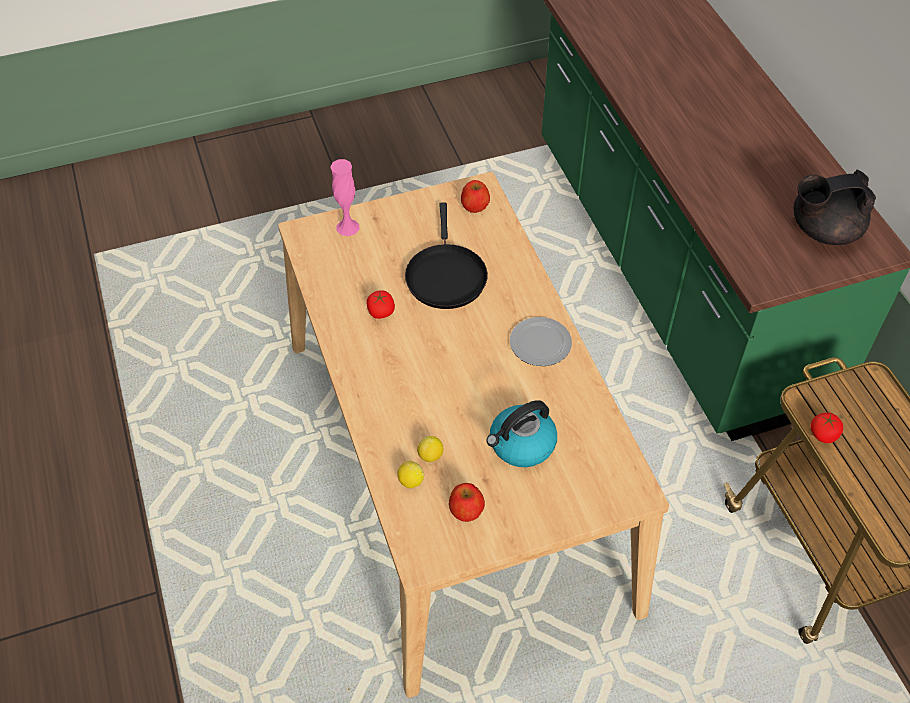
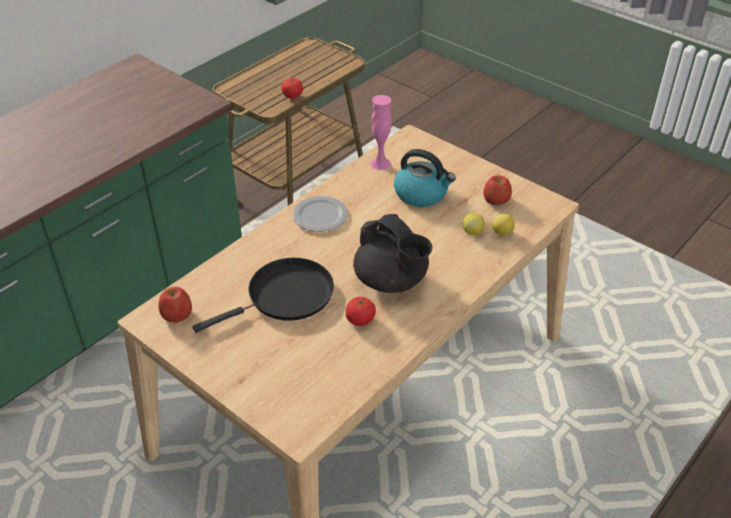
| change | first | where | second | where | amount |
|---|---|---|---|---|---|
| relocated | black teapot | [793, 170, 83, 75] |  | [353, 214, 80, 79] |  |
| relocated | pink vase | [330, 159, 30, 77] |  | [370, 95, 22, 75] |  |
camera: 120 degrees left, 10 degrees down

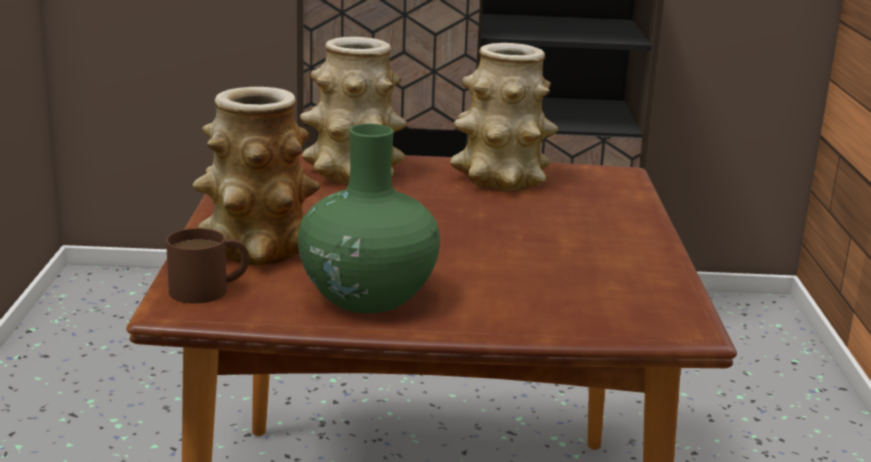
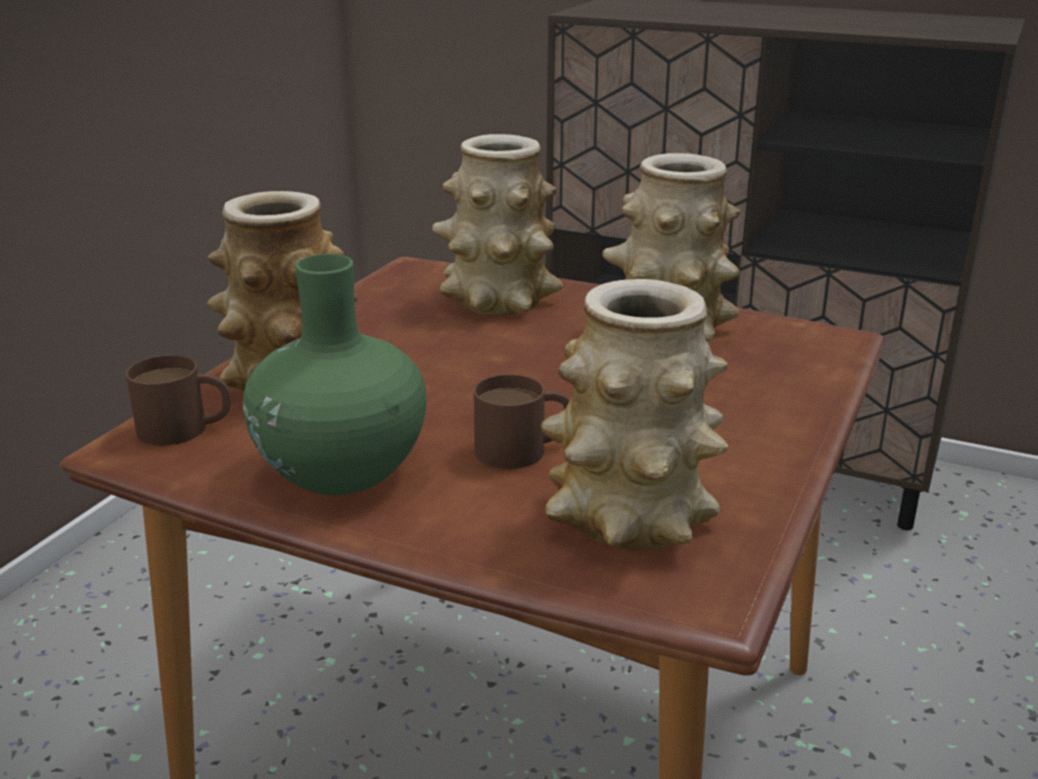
| change | first | where | second | where | amount |
|---|---|---|---|---|---|
| appeared |  |  | brown mug | [474, 374, 95, 95] |  |
| appeared |  |  | vase | [541, 279, 187, 272] |  |
camera: 25 degrees right, 5 degrees up

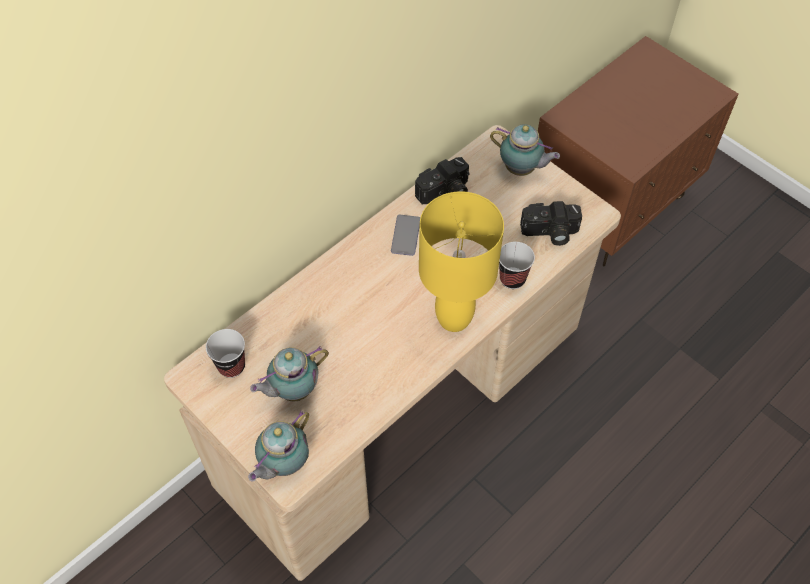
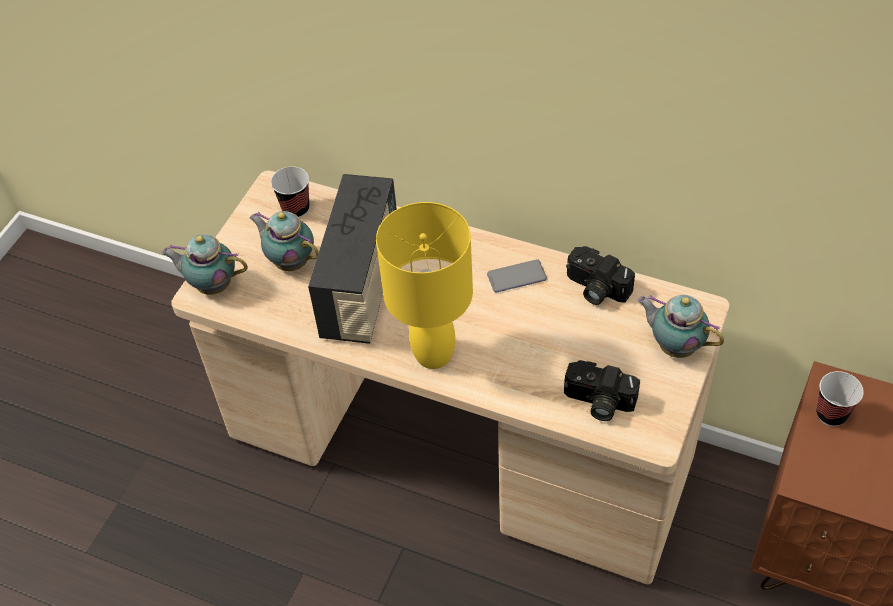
| change | first | where | second | where | amount |
|---|---|---|---|---|---|
| appeared |  |  | radio | [308, 174, 89, 170] |  |
| spun | photo camera | [520, 201, 62, 45] |  | [564, 360, 76, 61] | 45 degrees counterclockwise |
| spun | teapot | [490, 124, 70, 52] |  | [637, 295, 87, 63] | 120 degrees clockwise |
| relocated | cup | [499, 242, 36, 47] |  | [816, 371, 48, 56] |  |
camera: 70 degrees right, 5 degrees down

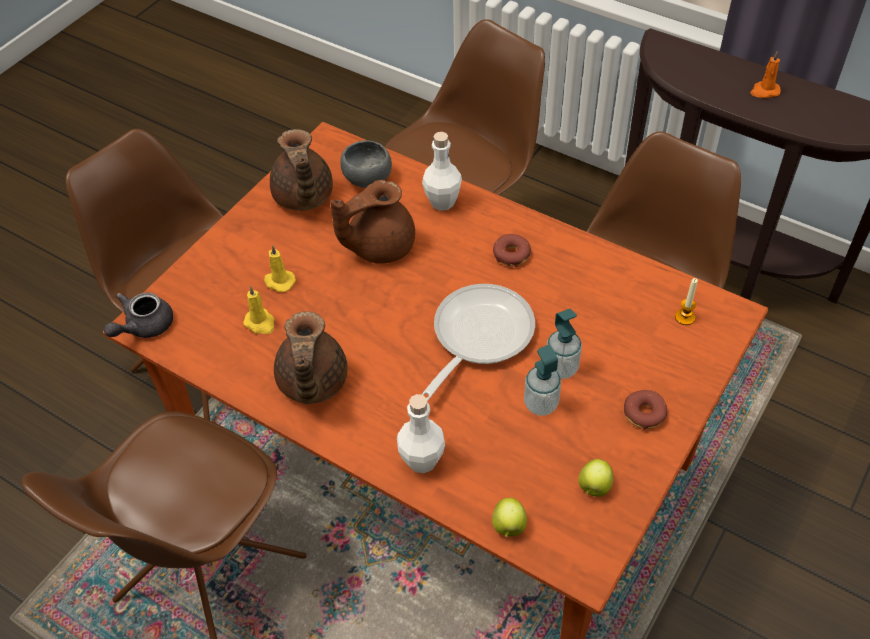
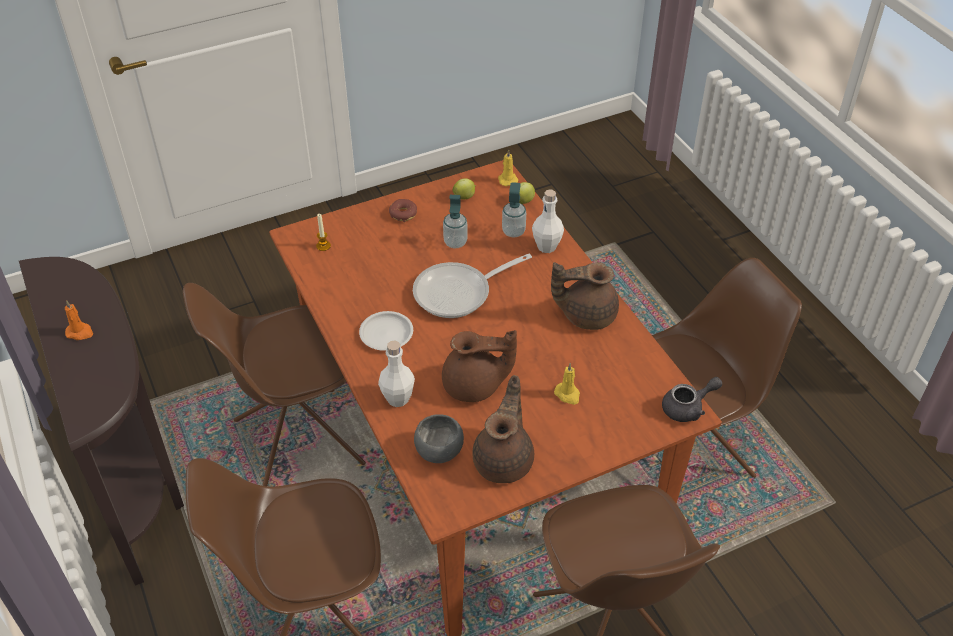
| change | first | where | second | where | amount |
|---|---|---|---|---|---|
| exchanged | donut | [493, 234, 38, 33] | white plate | [359, 311, 54, 40] |  |
| relocated | yellow candle | [243, 286, 31, 48] |  | [498, 149, 20, 37] |  |
| relocated | soap dispenser | [547, 309, 35, 70] |  | [502, 182, 24, 55] |  |
| spun | brown teapot | [274, 311, 74, 93] |  | [551, 262, 68, 68] | 120 degrees counterclockwise |
camera: 150 degrees left, 5 degrees down

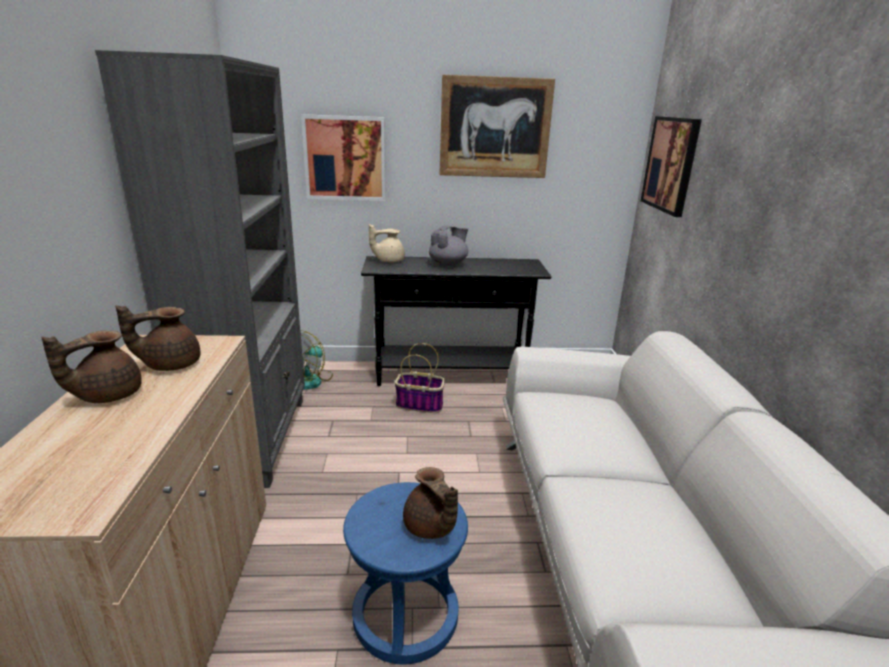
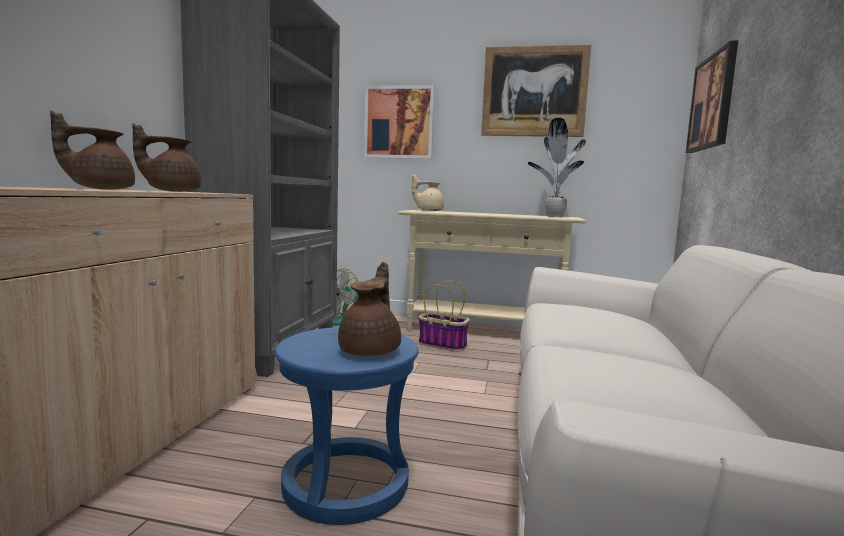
| change | first | where | second | where | amount |
|---|---|---|---|---|---|
| spun | brown teapot | [403, 467, 55, 72] |  | [338, 262, 63, 94] | 150 degrees counterclockwise |
| colour | black console table | [361, 256, 191, 130] | beige console table | [398, 210, 188, 121] |  |
| appeared |  |  | potted plant | [528, 118, 58, 99] |  |
| missing | grey teapot | [429, 226, 39, 40] |  |  |  |
camera: 15 degrees right, 15 degrees down

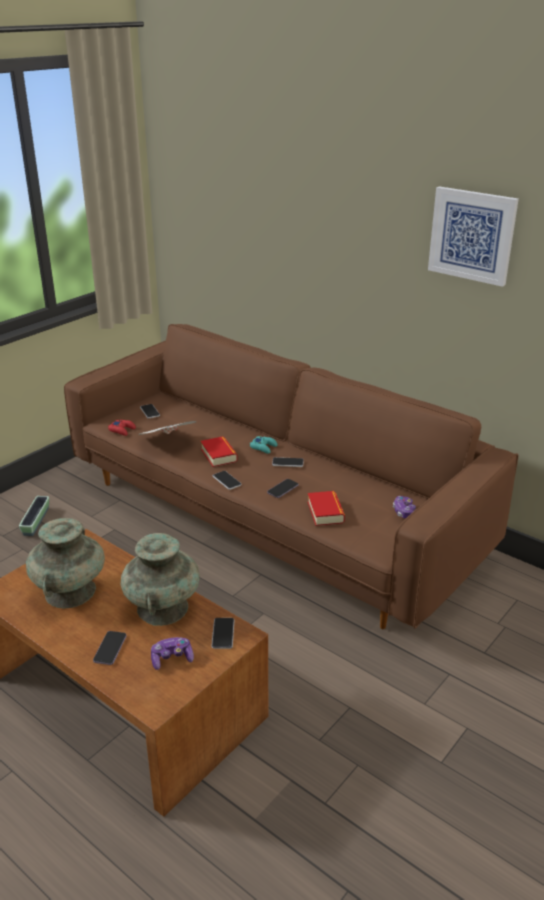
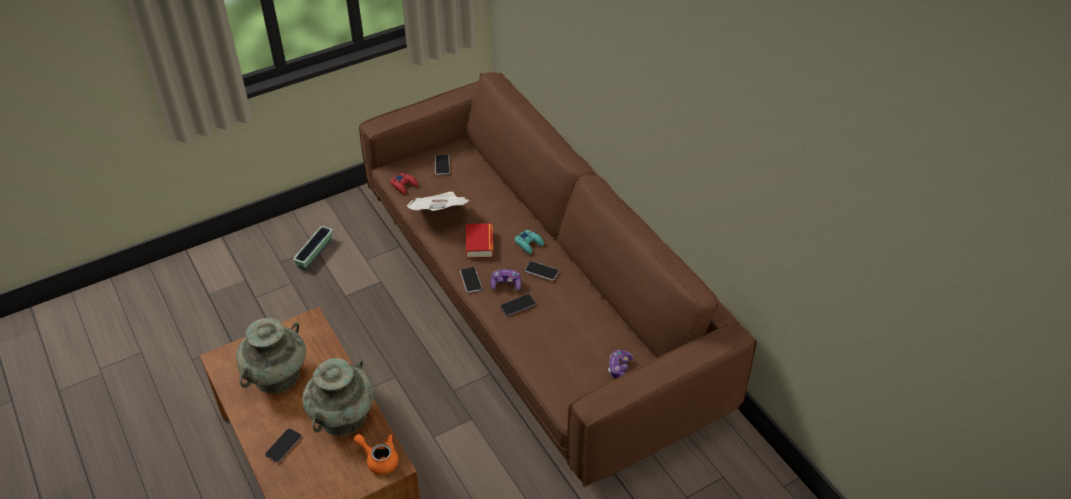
| change | first | where | second | where | amount |
|---|---|---|---|---|---|
| exchanged | phone | [212, 618, 23, 31] | orange teapot | [354, 434, 45, 41] |  |
| relocated | game controller | [151, 637, 43, 33] |  | [490, 269, 31, 22] |  |
| missing | book | [307, 491, 38, 35] |  |  |  |
| missing | picture | [428, 186, 91, 101] |  |  |  |
camera: 20 degrees right, 15 degrees up

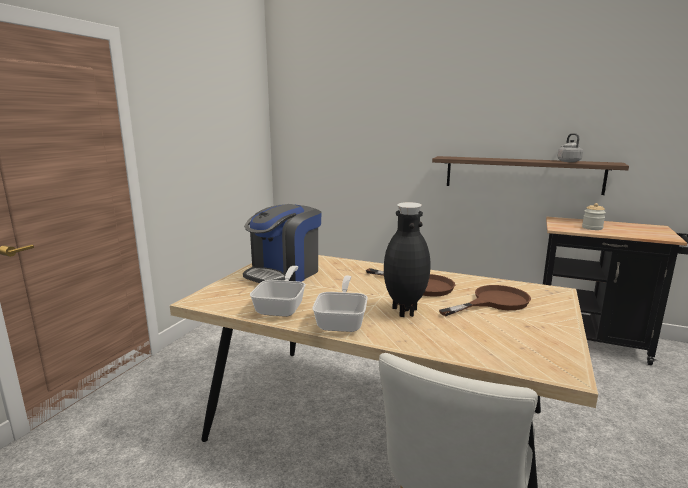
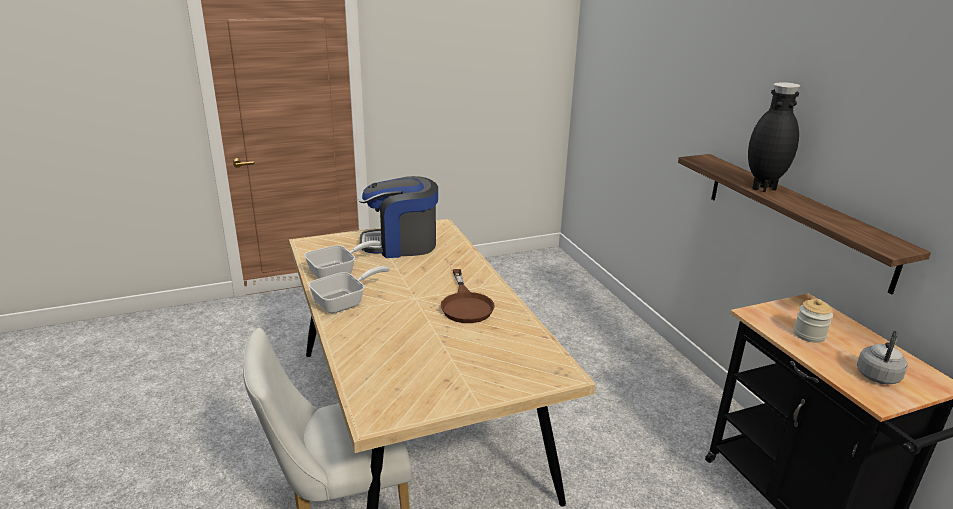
| change | first | where | second | where | amount |
|---|---|---|---|---|---|
| relocated | black vase | [384, 202, 46, 115] |  | [748, 82, 52, 110] |  |
| relocated | grey kettle | [558, 133, 25, 29] |  | [857, 331, 50, 53] |  |
| missing | brown frying pan | [439, 285, 92, 31] |  |  |  |
camera: 45 degrees right, 10 degrees up

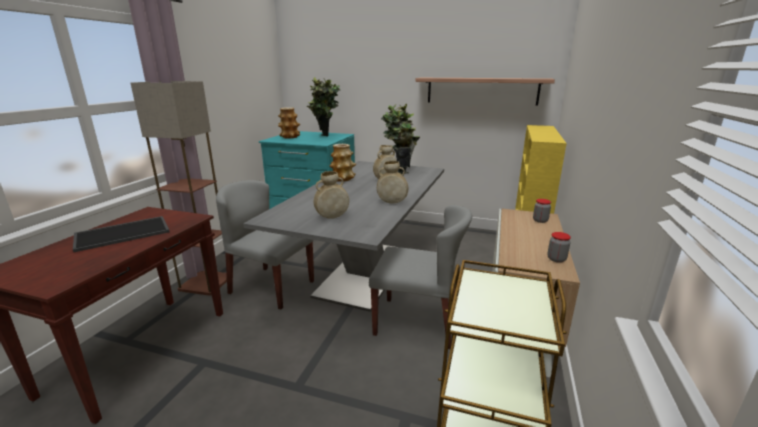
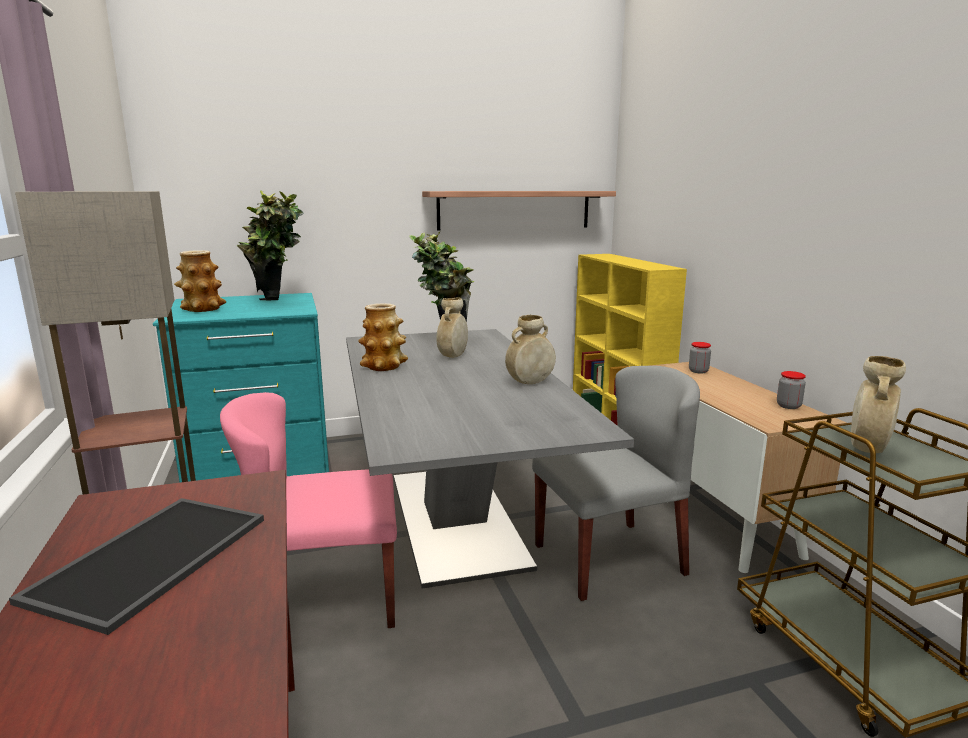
| change | first | where | second | where | amount |
|---|---|---|---|---|---|
| colour | grey chair | [216, 180, 98, 129] | pink chair | [220, 392, 177, 236] |  |
| relocated | beige vase | [314, 171, 35, 48] |  | [851, 356, 55, 97] |  |
camera: 35 degrees left, 5 degrees down

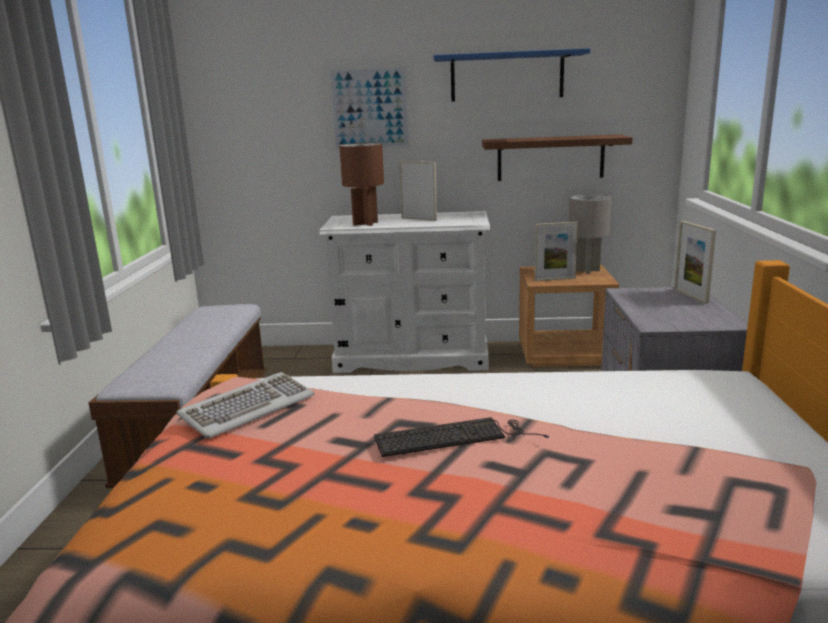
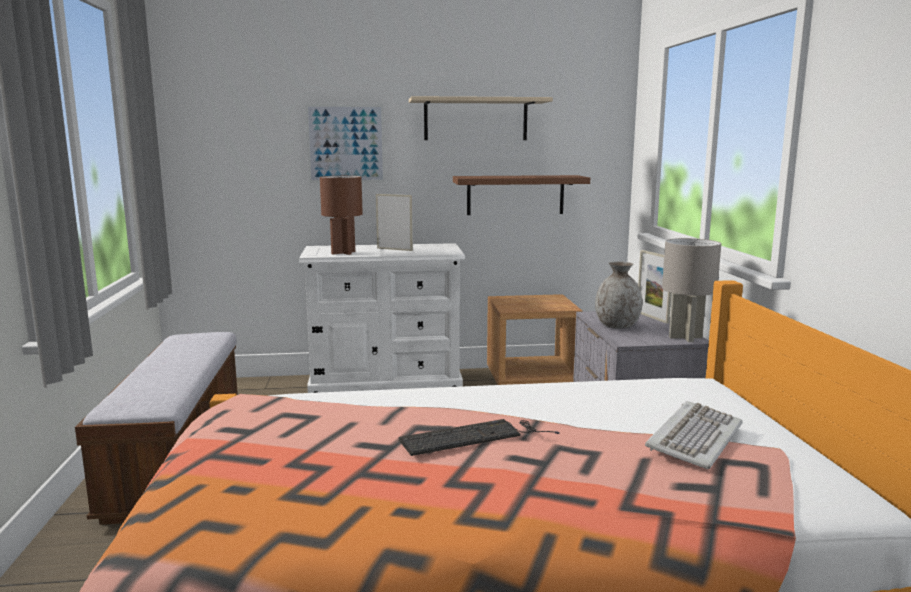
| change | first | where | second | where | amount |
|---|---|---|---|---|---|
| colour | blue shelf | [434, 48, 156, 54] | beige shelf | [409, 96, 144, 44] |  |
| appeared |  |  | grey vase | [595, 261, 48, 68] |  |
| relocated | keyboard | [176, 372, 139, 66] |  | [645, 401, 98, 68] |  |
| relocated | grey table lamp | [569, 194, 42, 80] |  | [662, 238, 59, 104] |  |
| missing | picture frame | [535, 222, 43, 59] |  |  |  |
camera: 10 degrees left, 5 degrees down

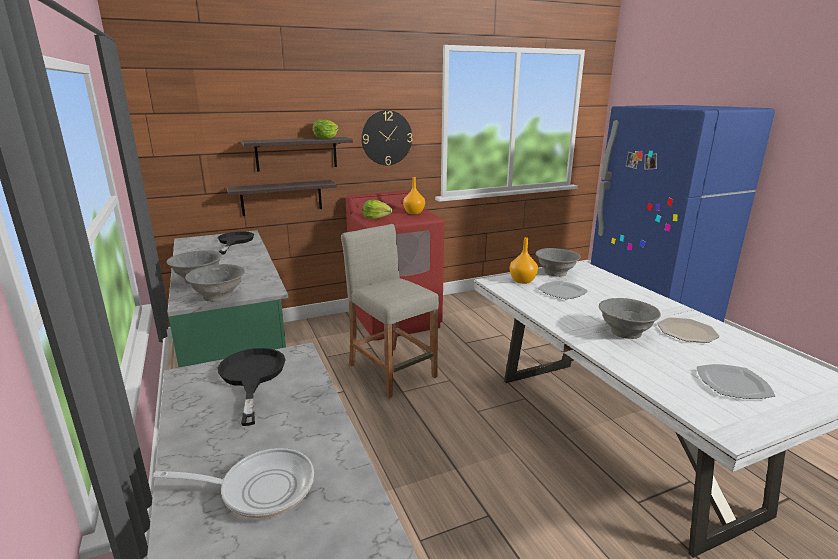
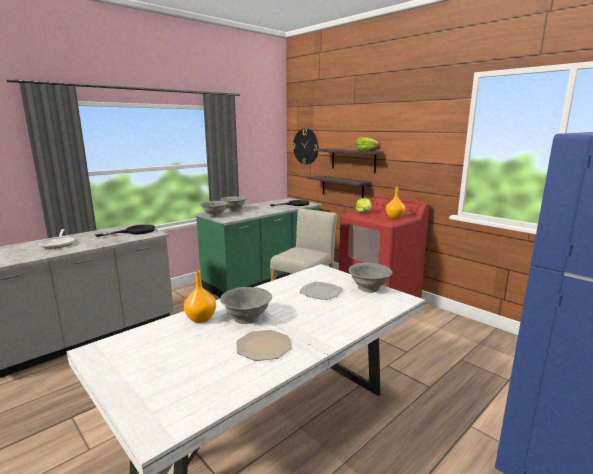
| change | first | where | second | where | amount |
|---|---|---|---|---|---|
| relocated | orange vase | [510, 237, 28, 47] |  | [184, 271, 32, 52] |  |
| relocated | wall clock | [361, 110, 51, 55] |  | [292, 129, 27, 36] |  |
| missing | plate | [696, 364, 79, 35] |  |  |  |
camera: 70 degrees right, 5 degrees down

